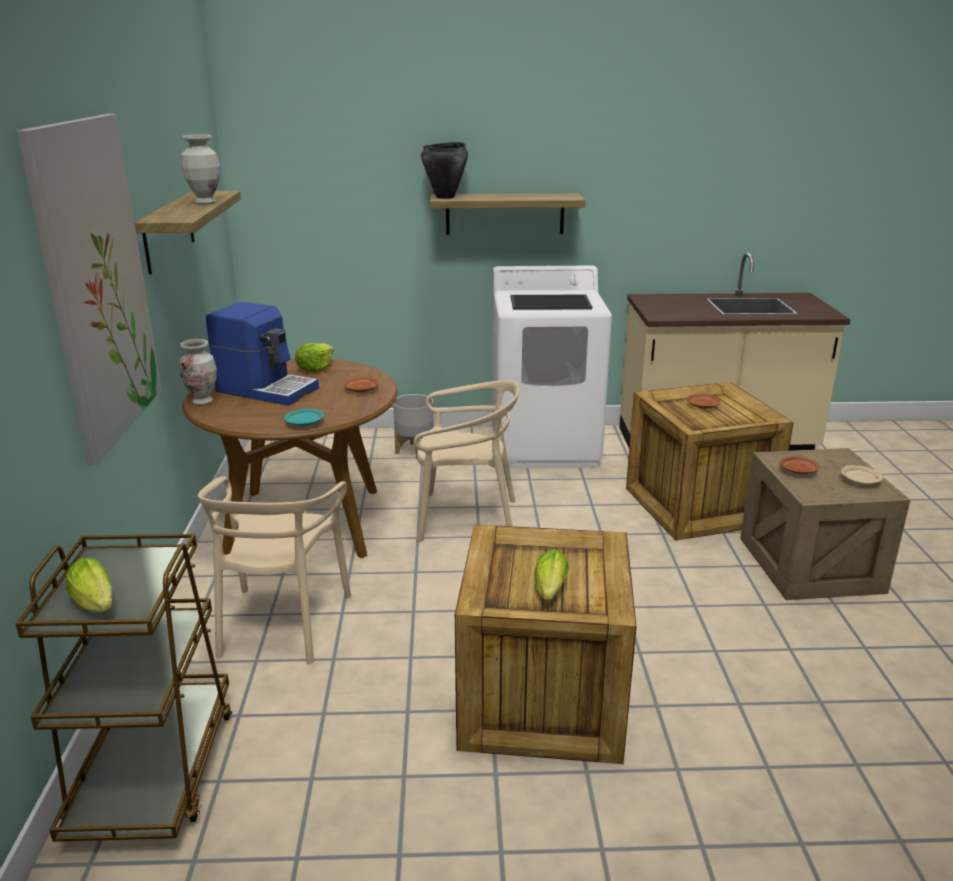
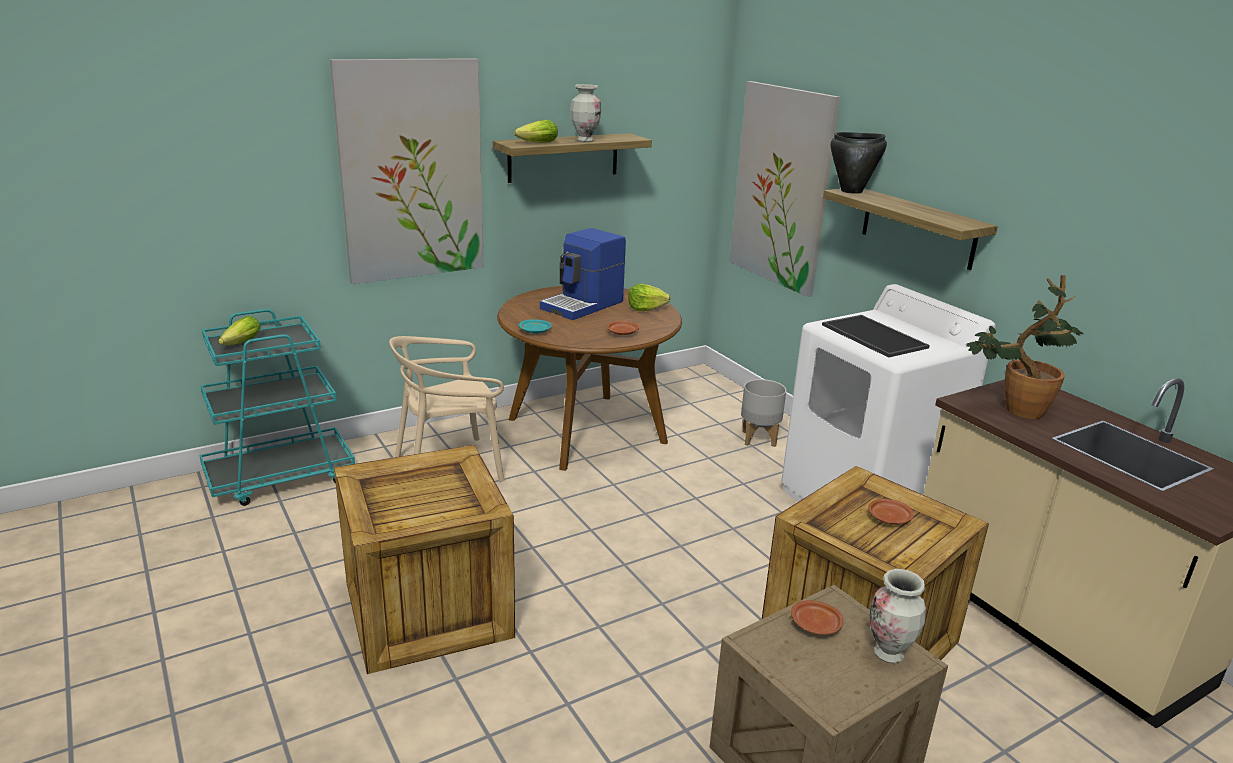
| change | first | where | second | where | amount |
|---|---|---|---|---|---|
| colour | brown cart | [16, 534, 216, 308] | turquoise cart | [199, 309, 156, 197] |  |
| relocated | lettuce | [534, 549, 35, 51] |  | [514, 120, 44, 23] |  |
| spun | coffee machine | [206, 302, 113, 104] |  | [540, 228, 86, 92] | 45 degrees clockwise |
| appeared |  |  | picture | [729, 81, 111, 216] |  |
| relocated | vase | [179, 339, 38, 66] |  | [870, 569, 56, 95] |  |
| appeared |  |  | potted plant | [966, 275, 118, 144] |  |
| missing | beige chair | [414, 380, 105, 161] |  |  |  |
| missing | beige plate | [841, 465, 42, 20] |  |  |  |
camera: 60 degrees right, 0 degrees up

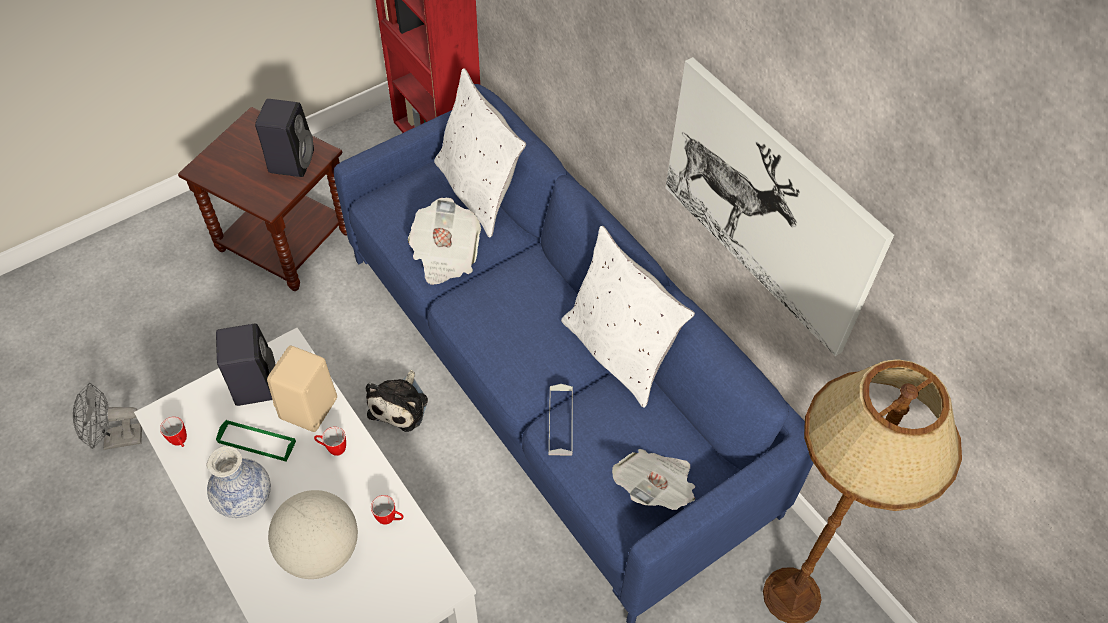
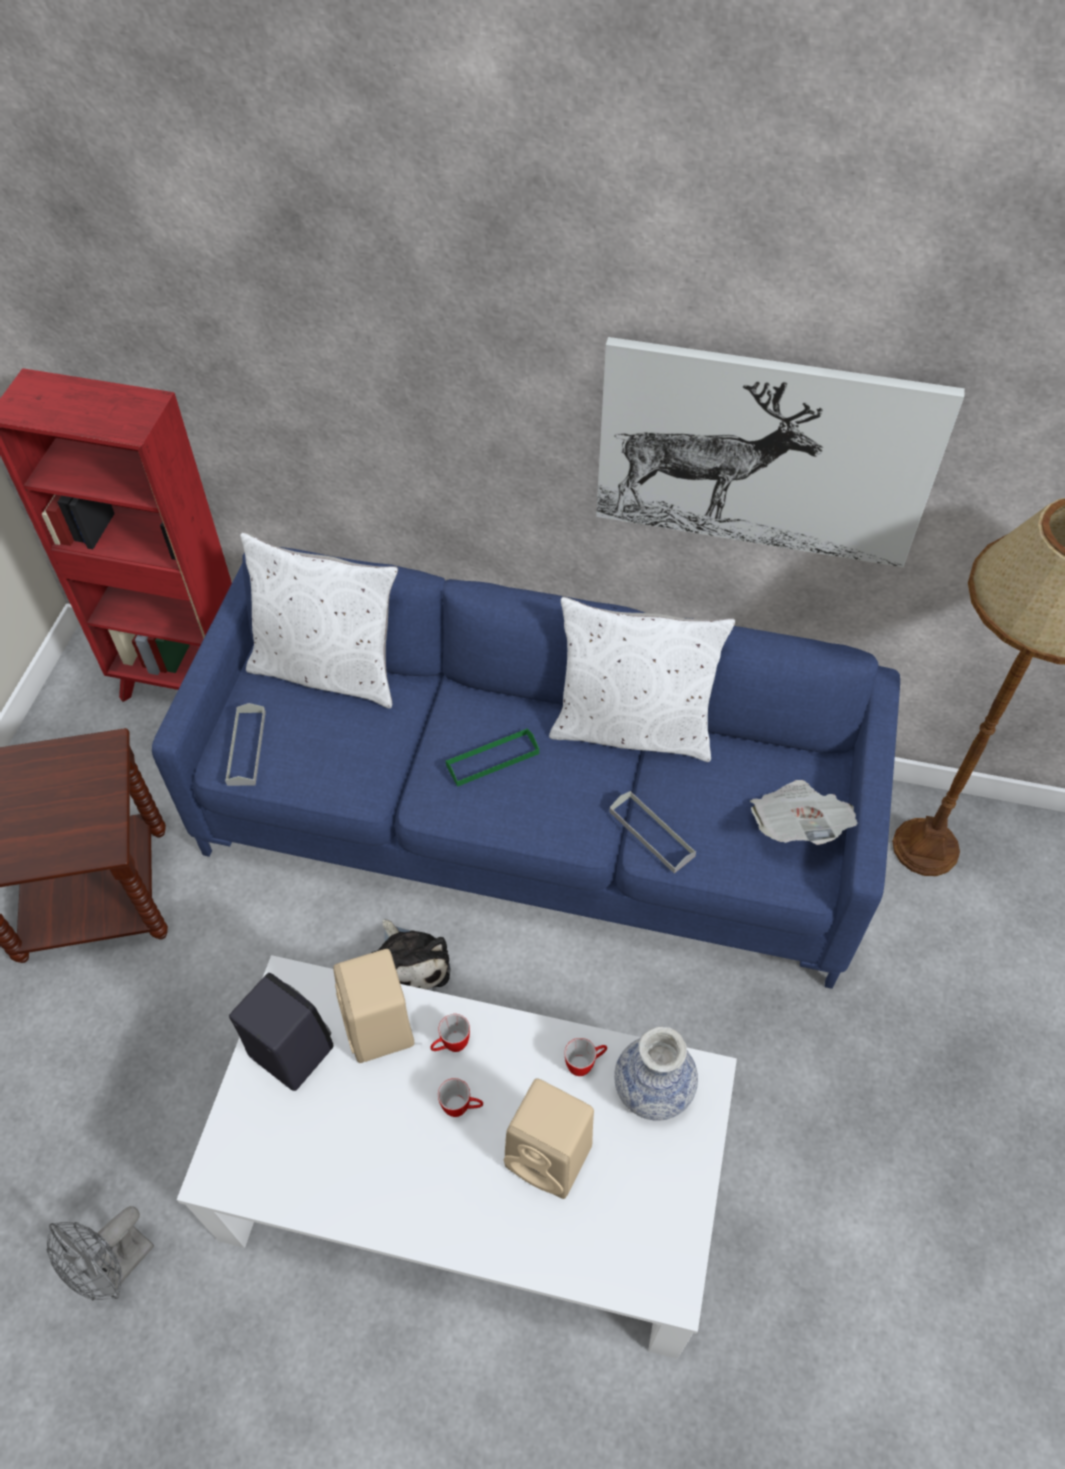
| change | first | where | second | where | amount |
|---|---|---|---|---|---|
| appeared |  |  | grey tray | [225, 703, 41, 83] |  |
| relocated | mug | [160, 417, 27, 30] |  | [438, 1078, 45, 39] |  |
| relocated | green tray | [216, 420, 80, 42] |  | [445, 728, 94, 59] |  |
| exchanged | globe | [268, 490, 90, 89] | beige speaker | [504, 1078, 90, 121] |  |
| relocated | vase | [206, 446, 65, 72] |  | [614, 1026, 84, 95] |  |
| missing | black speaker | [255, 99, 59, 78] |  |  |  |
| missing | newspaper | [408, 198, 73, 87] |  |  |  |
camera: 40 degrees left, 0 degrees up

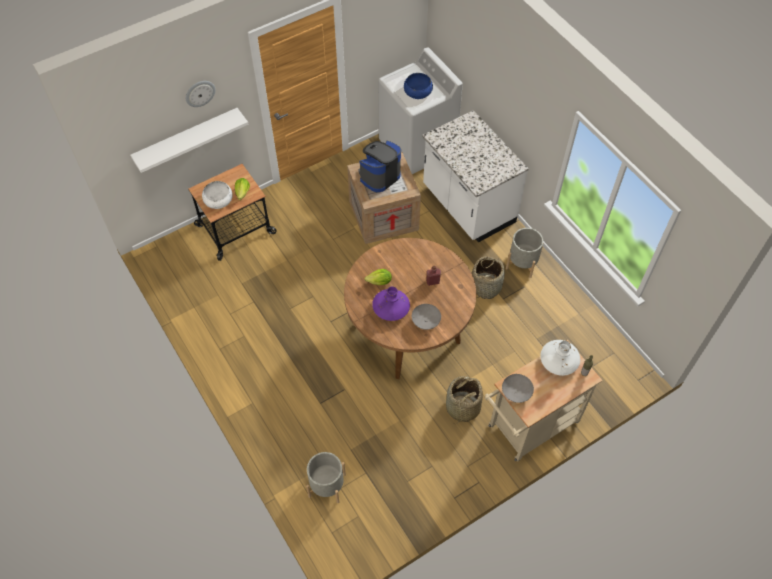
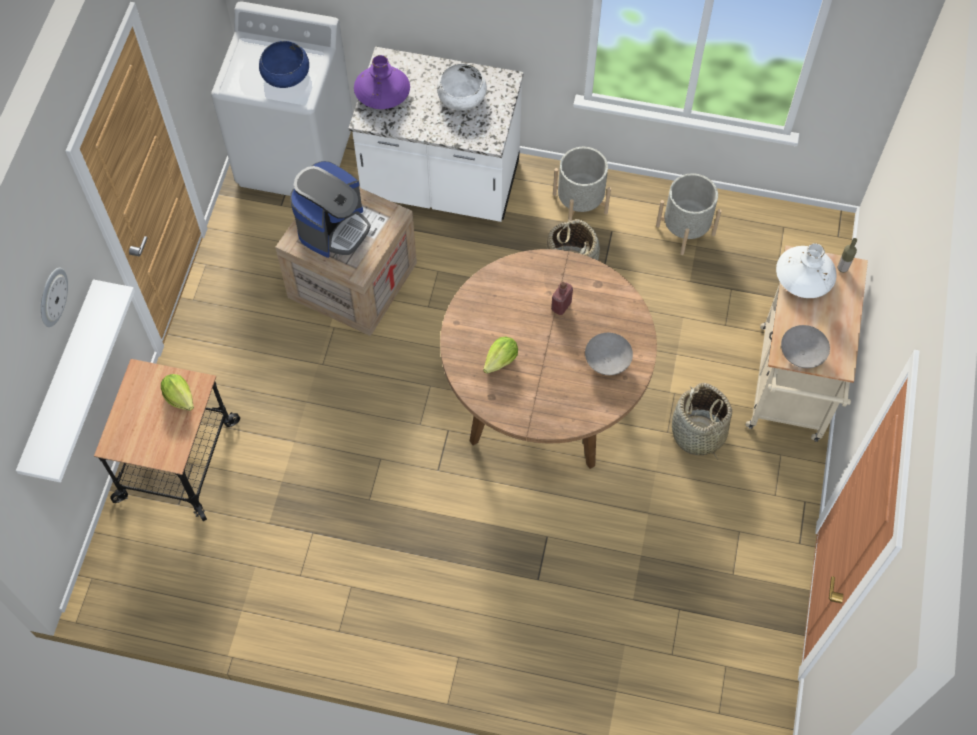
| change | first | where | second | where | amount |
|---|---|---|---|---|---|
| spun | coffee machine | [359, 141, 42, 51] |  | [290, 161, 81, 97] | 150 degrees counterclockwise |
| relocated | purple vase | [372, 286, 38, 35] |  | [354, 55, 56, 54] |  |
| relocated | white bowl | [202, 181, 31, 28] |  | [437, 64, 50, 47] |  |
| relocated | grey planter | [306, 452, 40, 51] |  | [656, 173, 66, 82] |  |
camera: 45 degrees left, 5 degrees up

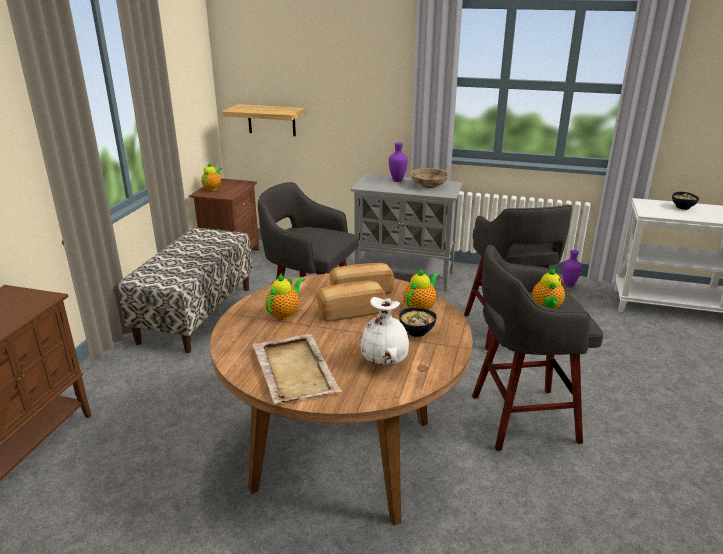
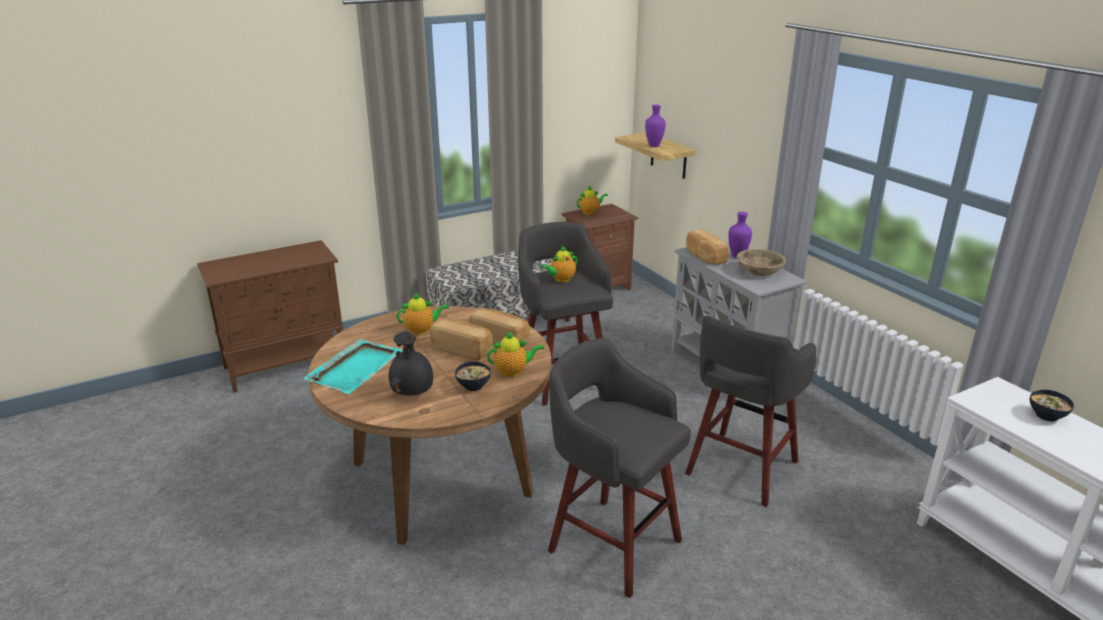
| change | first | where | second | where | amount |
|---|---|---|---|---|---|
| colour | beige tray | [252, 334, 90, 69] | turquoise tray | [303, 338, 99, 56] |  |
| colour | white vase | [361, 297, 48, 68] | black vase | [388, 331, 45, 65] |  |
| relocated | teapot | [532, 268, 33, 41] |  | [541, 246, 36, 36] |  |
| relocated | purple vase | [562, 250, 20, 37] |  | [645, 105, 21, 42] |  |
| appeared |  |  | bread | [686, 229, 43, 36] |  |
camera: 45 degrees right, 0 degrees up

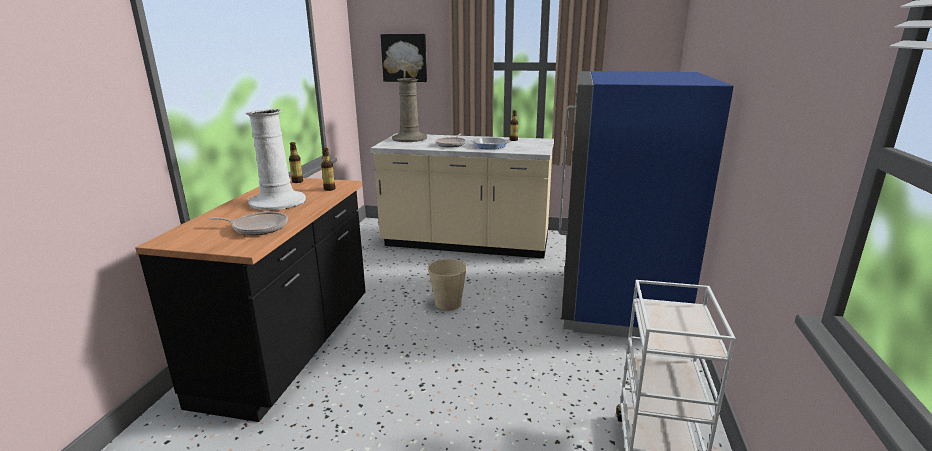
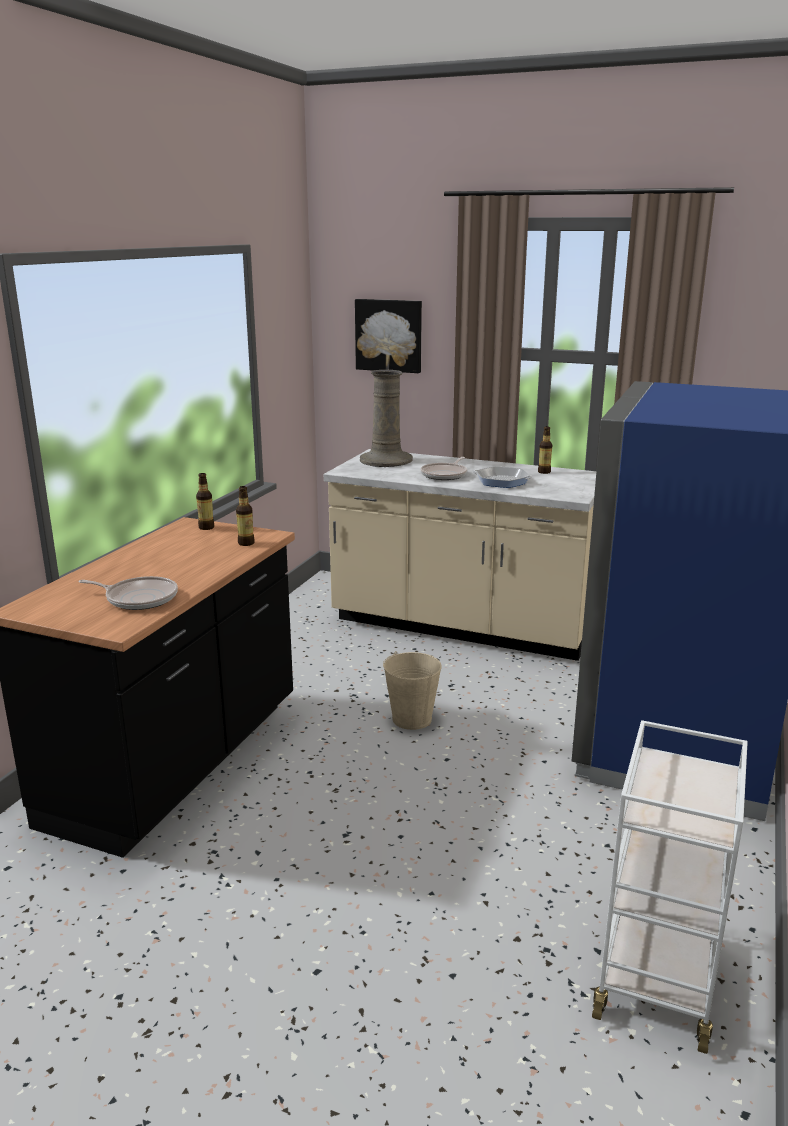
| change | first | where | second | where | amount |
|---|---|---|---|---|---|
| missing | white vase | [245, 109, 61, 102] |  |  |  |
camera: 10 degrees right, 0 degrees up

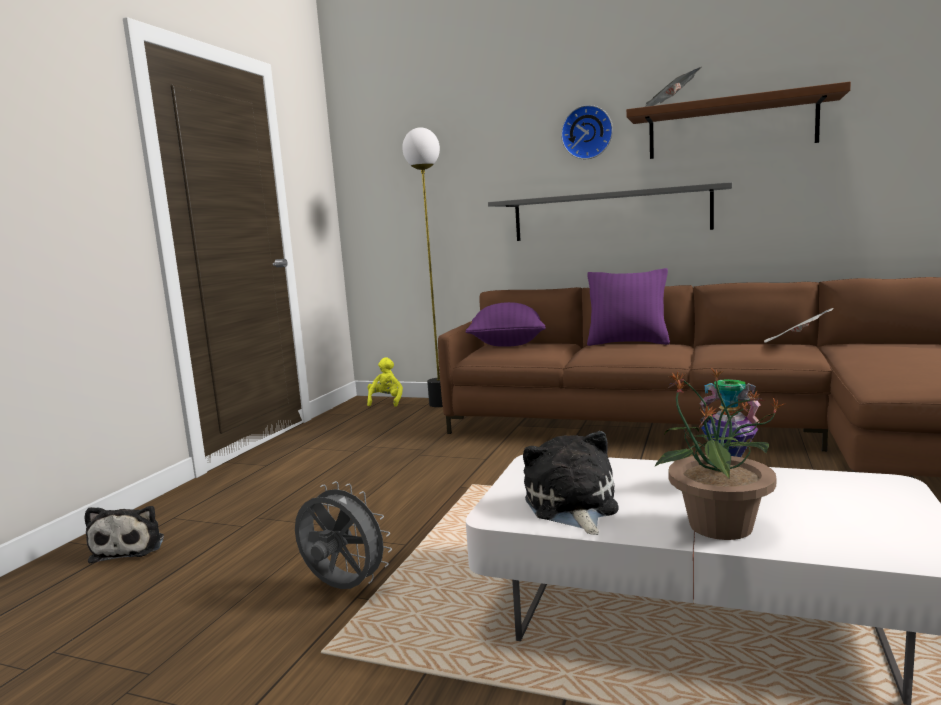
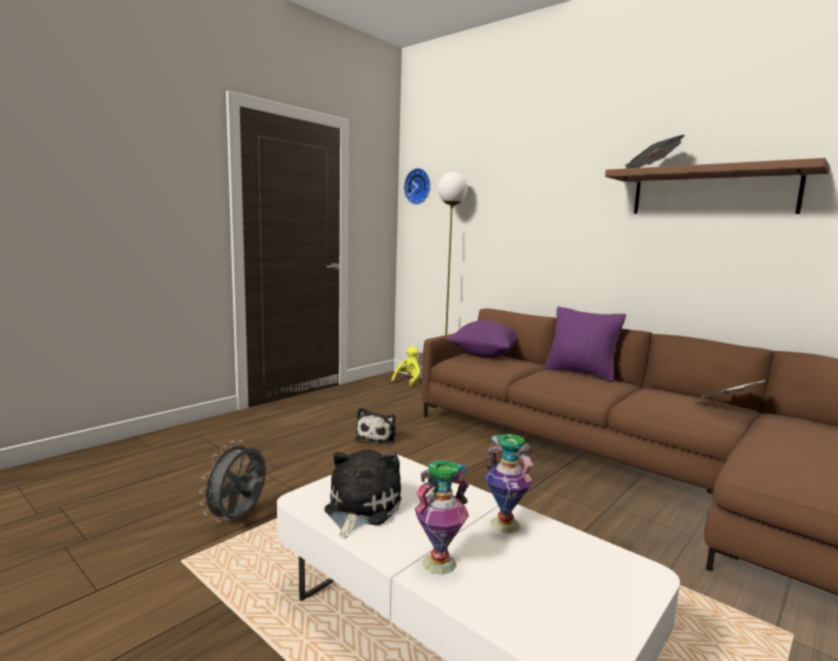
| change | first | where | second | where | amount |
|---|---|---|---|---|---|
| spun | grey fan | [295, 481, 97, 108] |  | [199, 440, 67, 82] | 120 degrees counterclockwise |
| relocated | plush toy | [84, 506, 80, 58] |  | [355, 408, 41, 36] |  |
| relocated | wall clock | [561, 105, 52, 54] |  | [404, 168, 27, 37] |  |
| exchanged | potted plant | [654, 367, 132, 173] | vase | [415, 460, 54, 115] |  |
| missing | grey shelf | [488, 182, 244, 59] |  |  |  |
camera: 20 degrees right, 0 degrees up

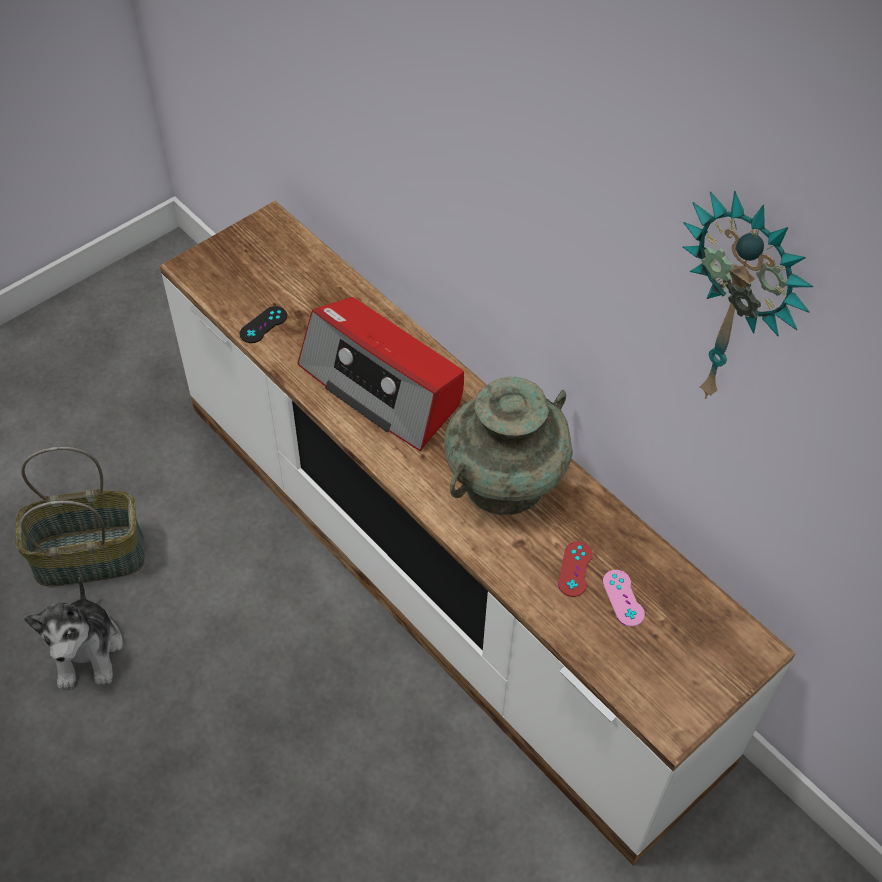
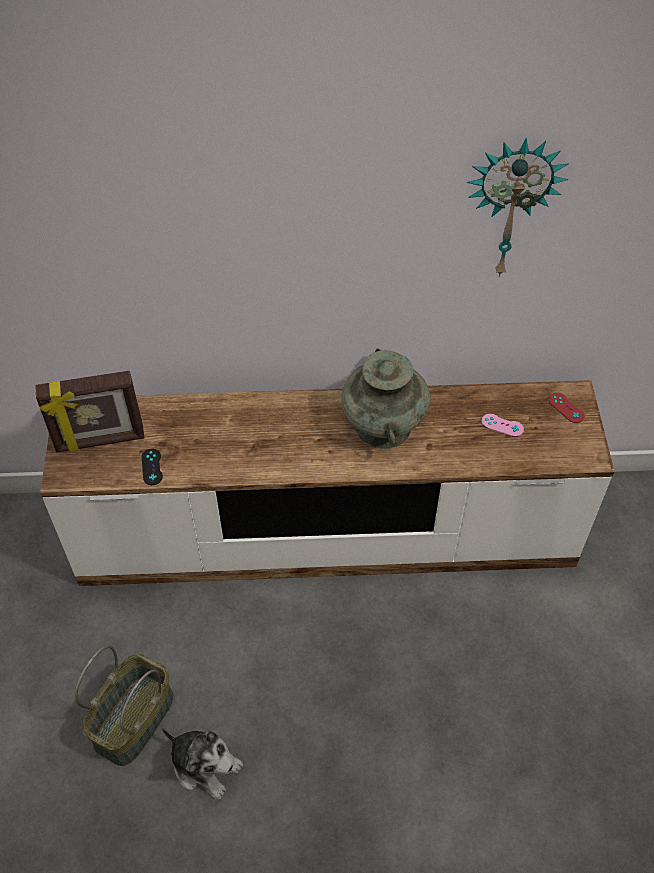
| change | first | where | second | where | amount |
|---|---|---|---|---|---|
| appeared |  |  | picture frame | [36, 371, 109, 81] |  |
| relocated | red game controller | [558, 541, 34, 56] |  | [549, 393, 36, 30] |  |
| missing | radio | [298, 297, 166, 154] |  |  |  |
camera: 50 degrees left, 0 degrees up

